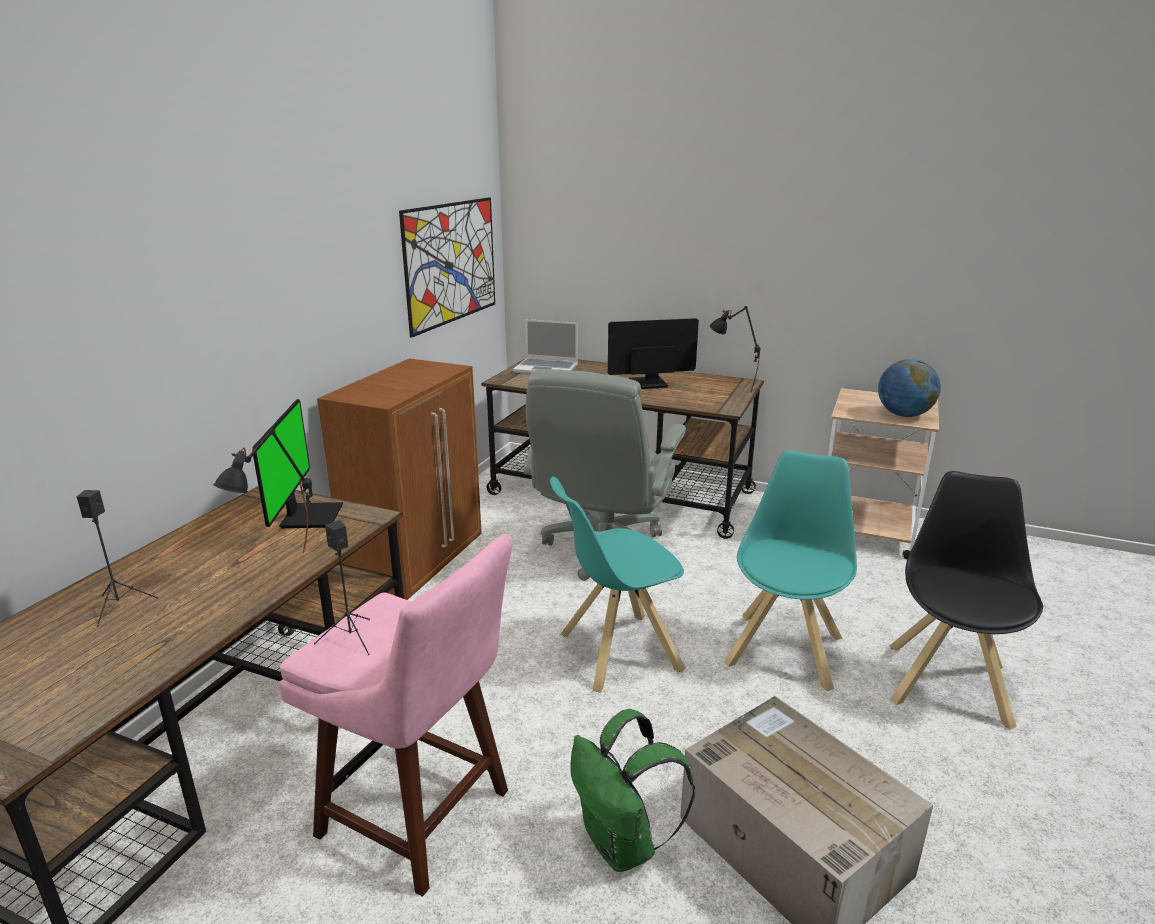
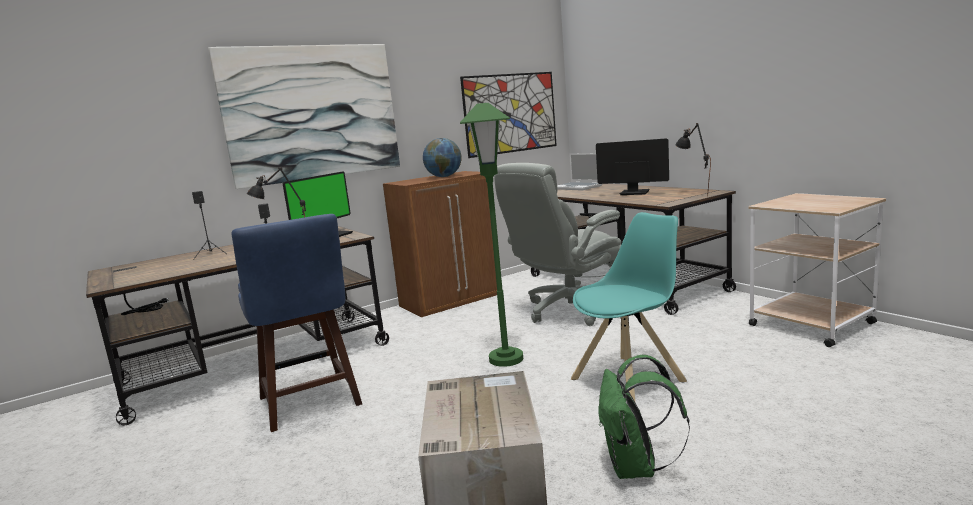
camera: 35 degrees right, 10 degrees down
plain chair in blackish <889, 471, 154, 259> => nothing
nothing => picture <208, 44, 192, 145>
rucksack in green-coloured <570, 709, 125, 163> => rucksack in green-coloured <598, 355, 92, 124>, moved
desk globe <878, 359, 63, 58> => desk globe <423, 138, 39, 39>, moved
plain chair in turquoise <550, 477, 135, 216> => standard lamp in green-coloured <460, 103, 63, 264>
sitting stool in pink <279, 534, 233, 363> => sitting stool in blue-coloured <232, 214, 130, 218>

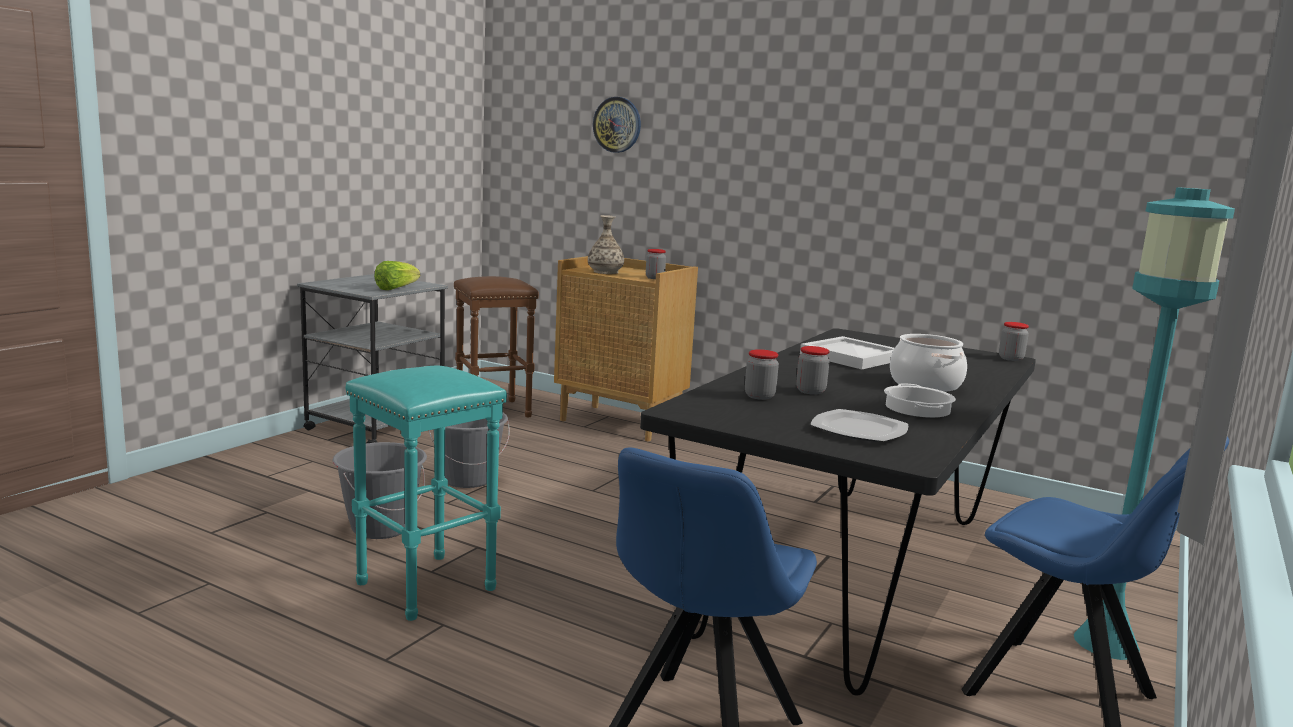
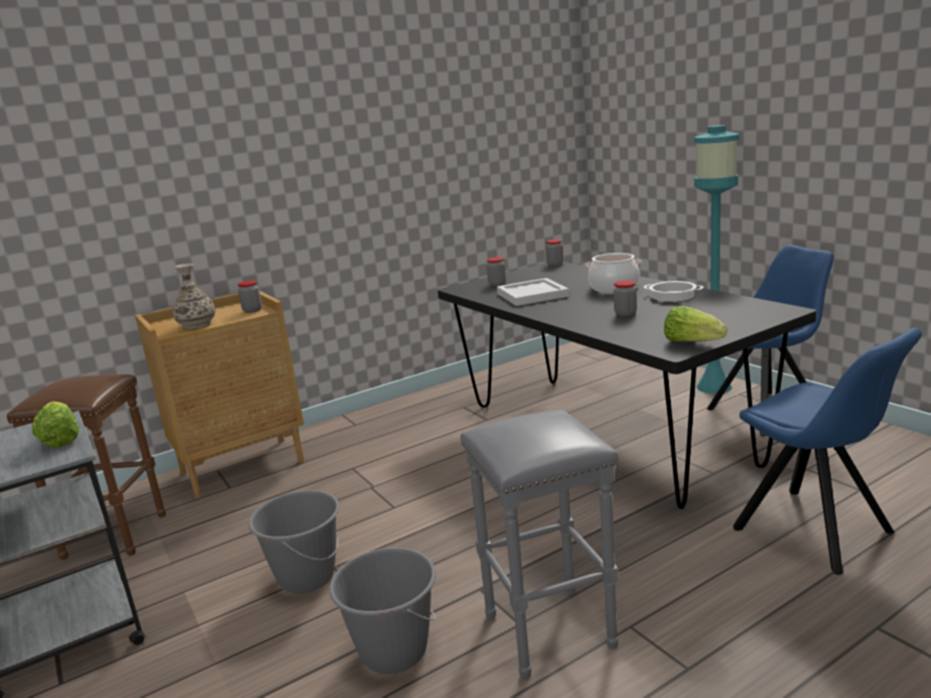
camera: 60 degrees left, 5 degrees up
clock on the wall <593, 97, 48, 56> => nothing
flat dish <811, 409, 97, 33> => nothing
nothing => lettuce head <664, 306, 63, 35>
jar <745, 349, 34, 51> => jar <487, 257, 19, 29>, moved
sitting stool in turquoise <345, 366, 162, 255> => sitting stool in gray <460, 409, 159, 270>

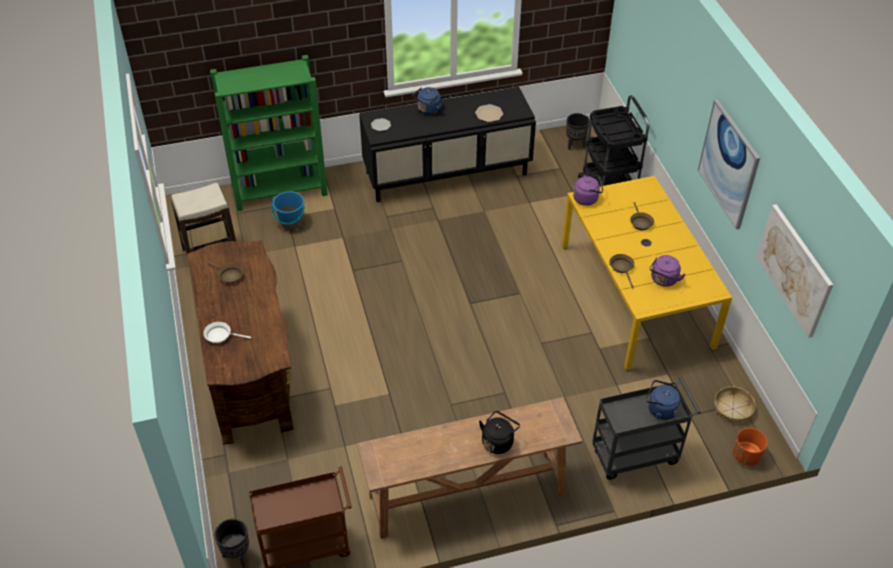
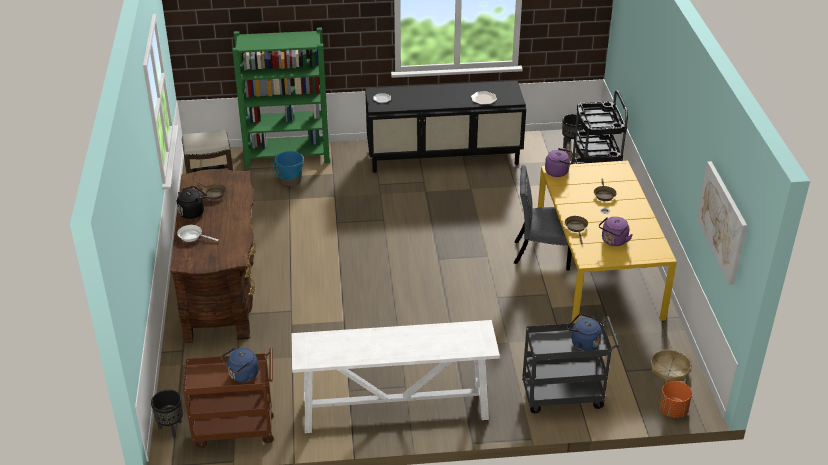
camera: 10 degrees right, 10 degrees down
picture <698, 99, 62, 131> => nothing
nothing => plain chair in gray <514, 165, 58, 105>
tea kettle in blue-coloured <412, 87, 30, 27> => tea kettle in blue-coloured <221, 347, 38, 36>, moved
tea kettle in blackish <479, 411, 41, 43> => tea kettle in blackish <177, 186, 31, 33>, moved
console table in brown <357, 397, 225, 142> => console table in white <291, 320, 209, 113>

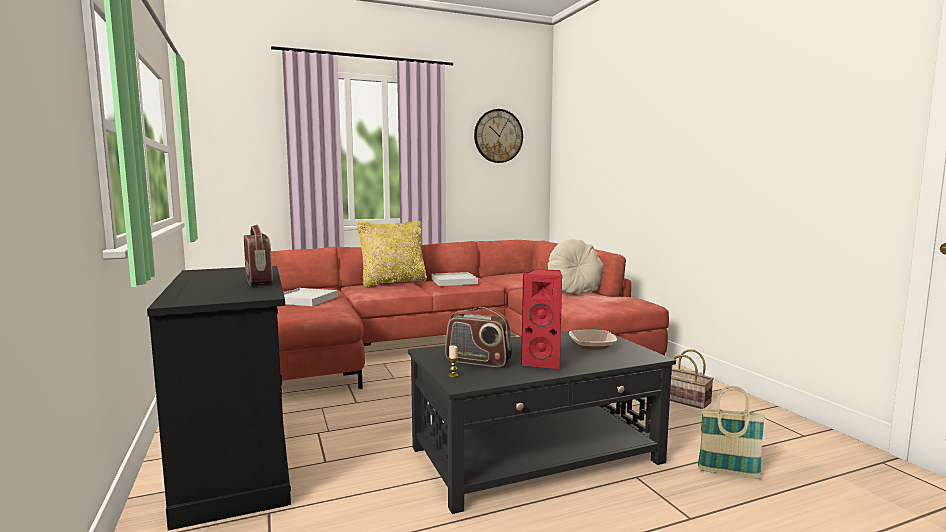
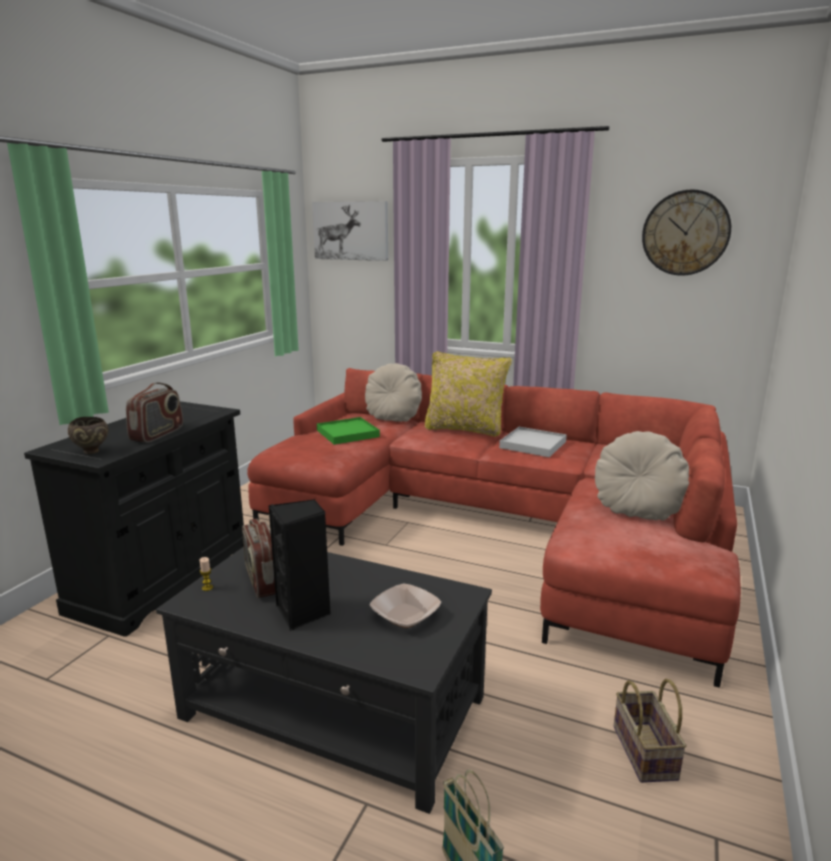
camera: 45 degrees right, 10 degrees up
nothing => bowl in brown <68, 417, 41, 37>
nothing => picture <312, 201, 76, 60>
nothing => cushion in sand-coloured <365, 363, 57, 59>
tray in white <284, 288, 54, 18> => tray in green-coloured <317, 417, 63, 28>
loudspeaker in red-coloured <521, 269, 41, 100> => loudspeaker in blackish <269, 499, 62, 132>

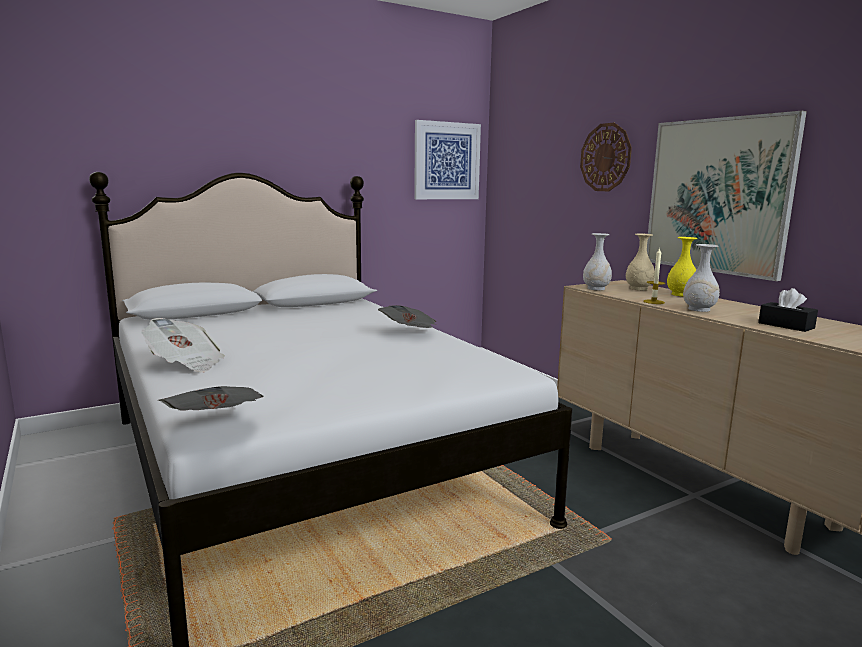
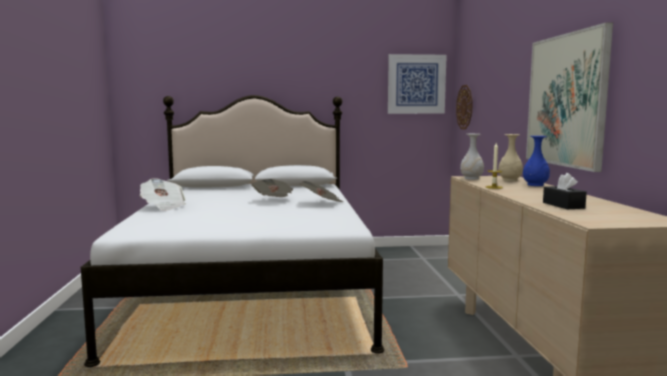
camera: 25 degrees right, 5 degrees down
vase in white <683, 244, 37, 68> => nothing
newspaper <158, 386, 105, 25> => newspaper <251, 179, 42, 18>, moved
clock on the wall <580, 123, 52, 68> => clock on the wall <456, 85, 17, 44>, moved
vase in yellow <667, 237, 30, 60> => vase in blue-coloured <523, 136, 27, 50>

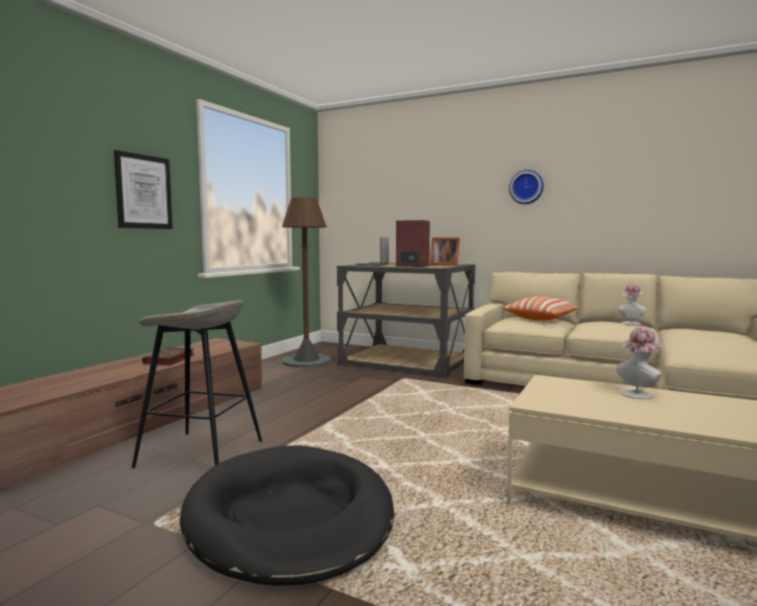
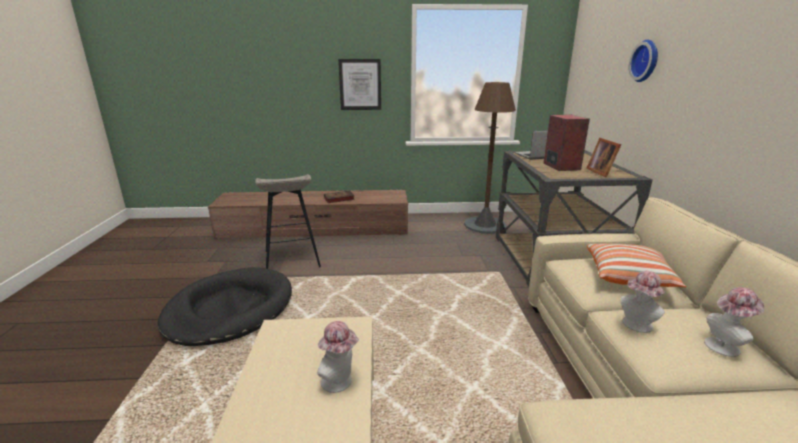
camera: 60 degrees right, 15 degrees up
nothing => hat <620, 271, 45, 62>
clock on the wall <509, 170, 35, 34> => clock on the wall <629, 40, 29, 42>, moved

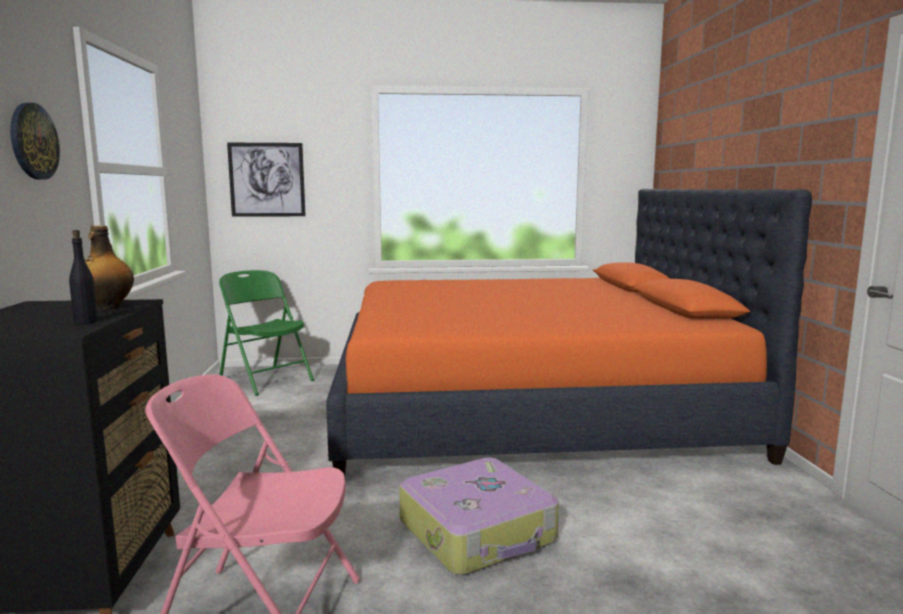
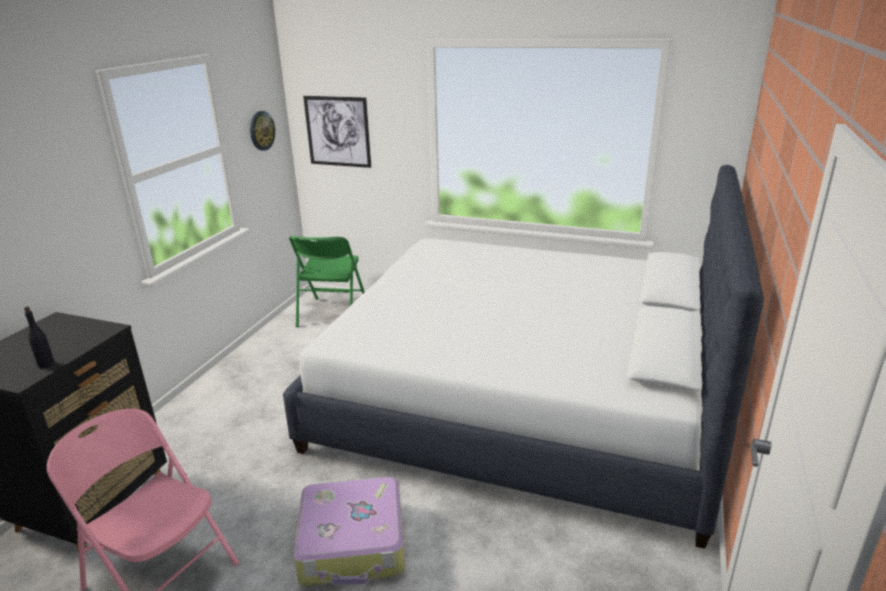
camera: 25 degrees right, 15 degrees up
beverage bottle <85, 226, 49, 84> => nothing
clock on the wall <10, 103, 50, 77> => clock on the wall <250, 111, 25, 40>, moved
bed in orangey <326, 189, 486, 287> => bed in white <283, 165, 481, 384>
plain chair in green-coloured <219, 270, 95, 126> => plain chair in green-coloured <289, 236, 76, 91>, 150 degrees counterclockwise

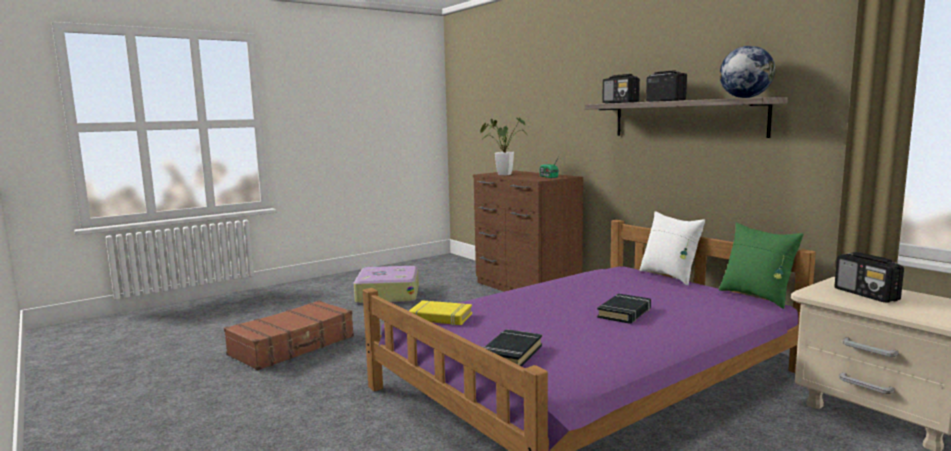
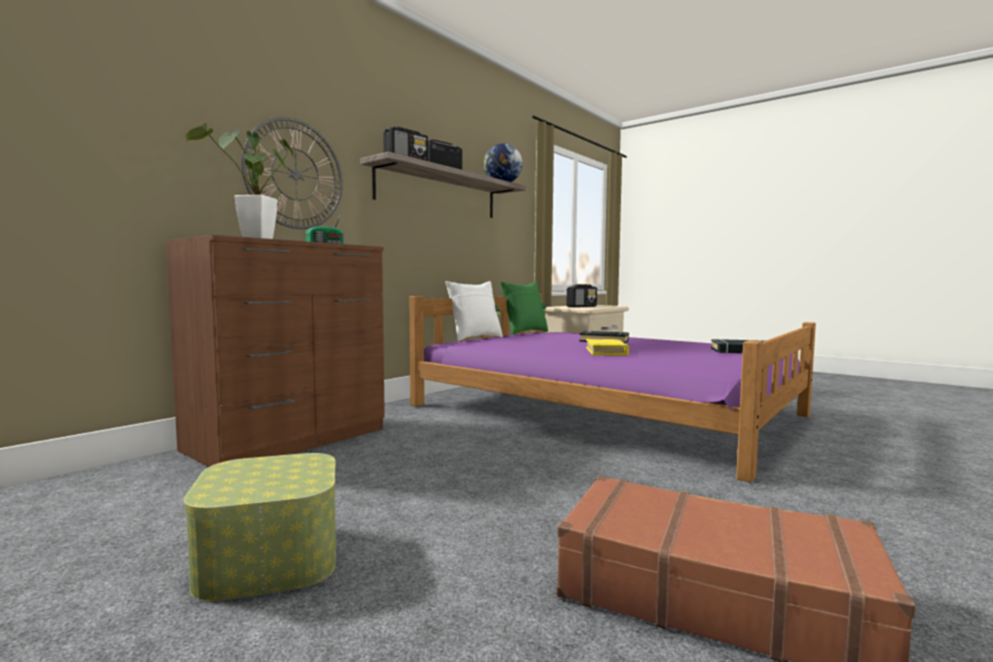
camera: 105 degrees left, 5 degrees down
nothing => clock on the wall <242, 117, 101, 112>
book in yellow <409, 300, 63, 25> => book in yellow <586, 339, 43, 17>, moved
suitcase <354, 266, 65, 38> => storage container <183, 453, 153, 149>

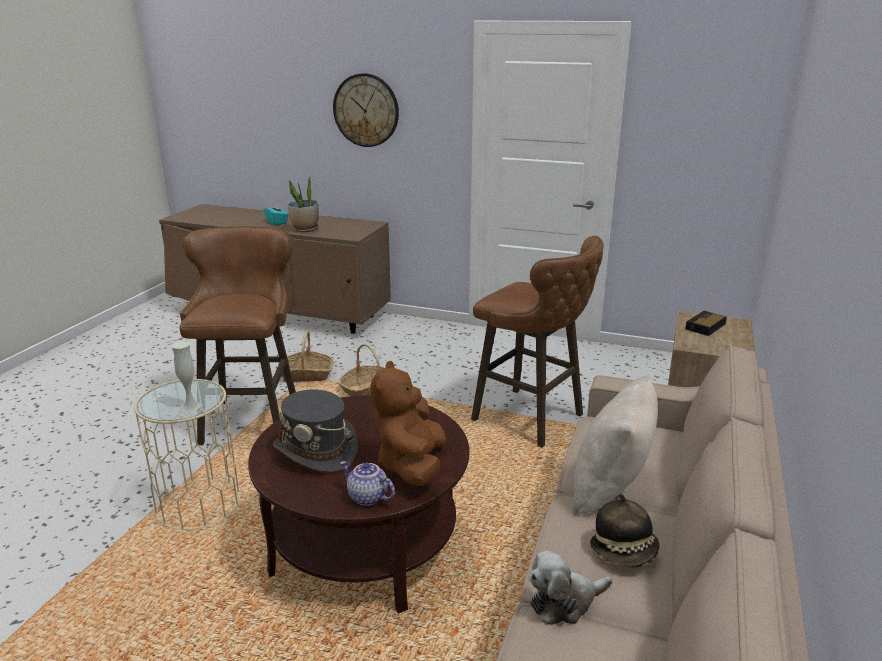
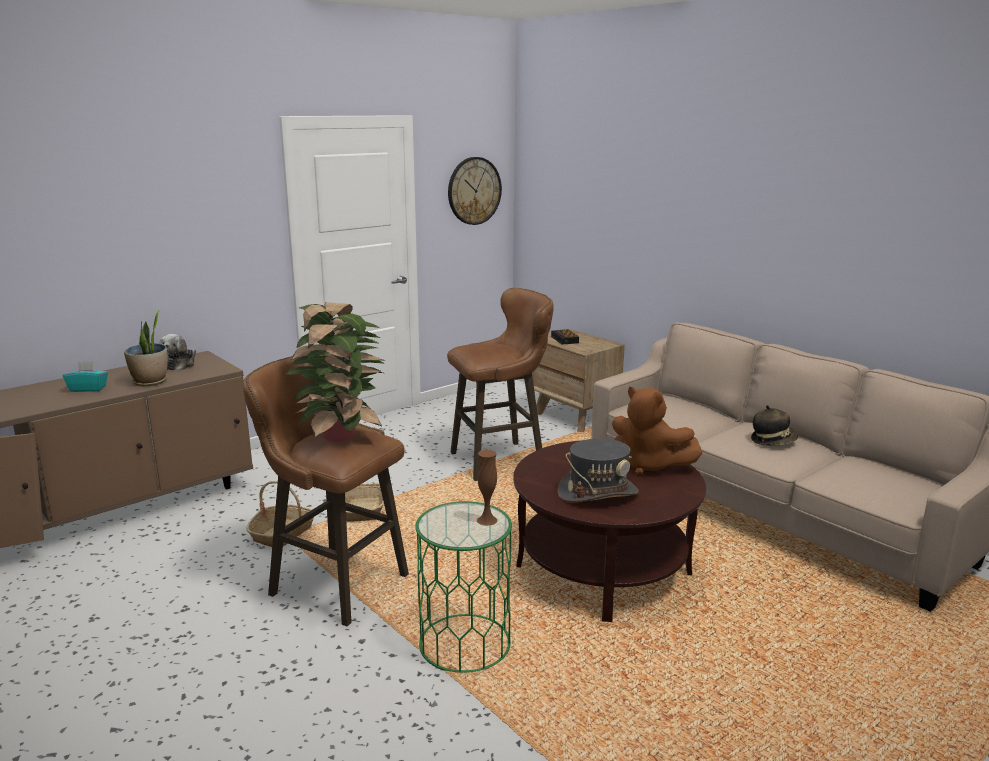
camera: 60 degrees left, 5 degrees down
teapot <340, 461, 55, 45> => nothing
cushion in sand-coloured <572, 375, 86, 141> => nothing
nothing => potted plant <286, 302, 99, 140>
clock on the wall <333, 73, 66, 74> => clock on the wall <448, 157, 54, 68>, moved
plush toy <529, 551, 83, 74> => plush toy <159, 334, 37, 36>, moved
end table in sand-coloured <134, 379, 107, 151> => end table in green-coloured <415, 501, 97, 172>
vase in white <172, 341, 29, 71> => vase in brown <477, 450, 21, 76>

